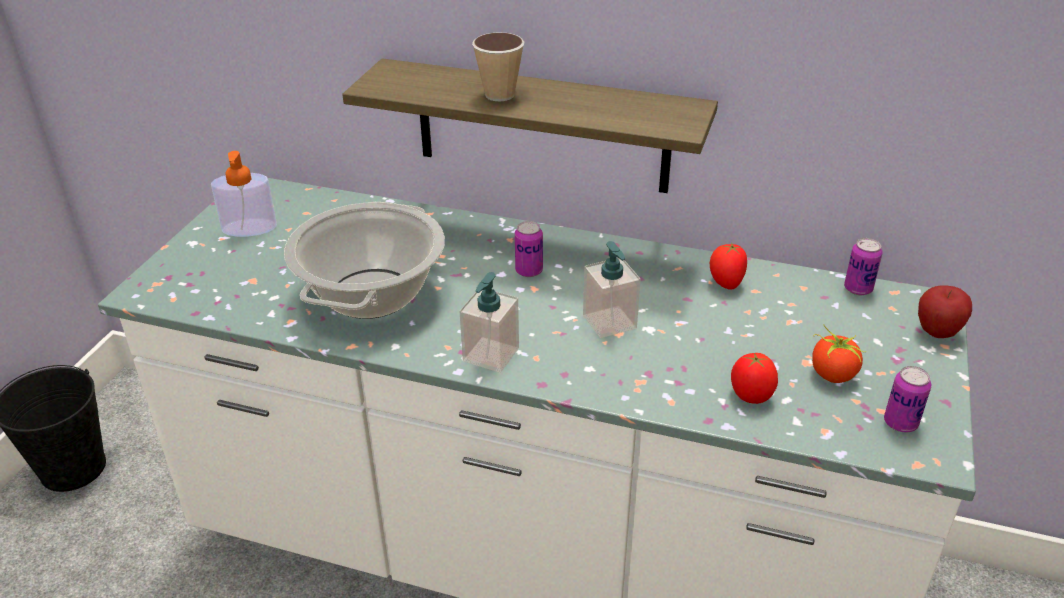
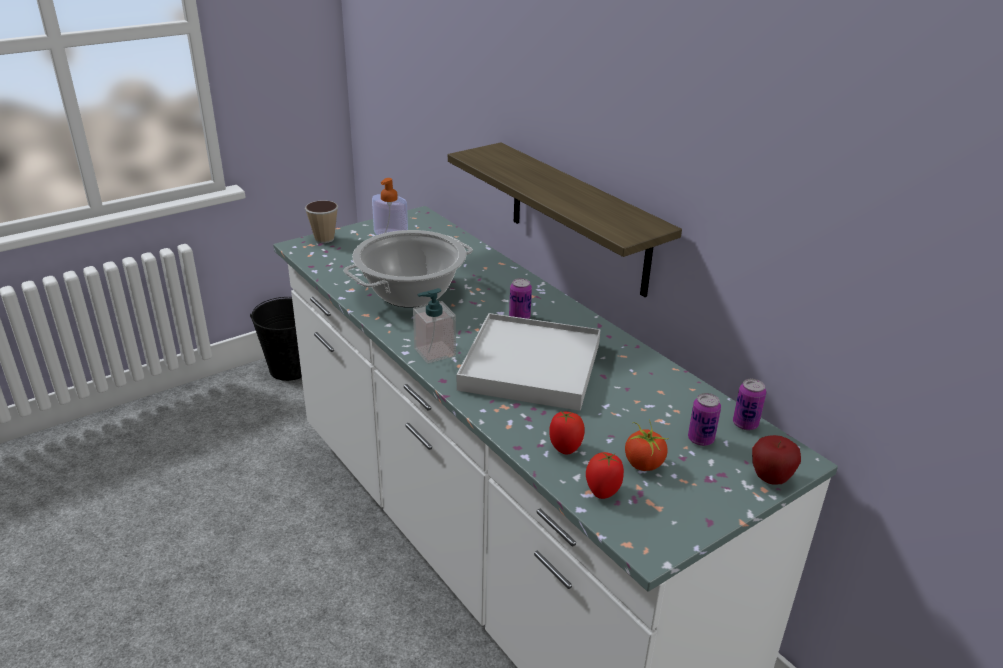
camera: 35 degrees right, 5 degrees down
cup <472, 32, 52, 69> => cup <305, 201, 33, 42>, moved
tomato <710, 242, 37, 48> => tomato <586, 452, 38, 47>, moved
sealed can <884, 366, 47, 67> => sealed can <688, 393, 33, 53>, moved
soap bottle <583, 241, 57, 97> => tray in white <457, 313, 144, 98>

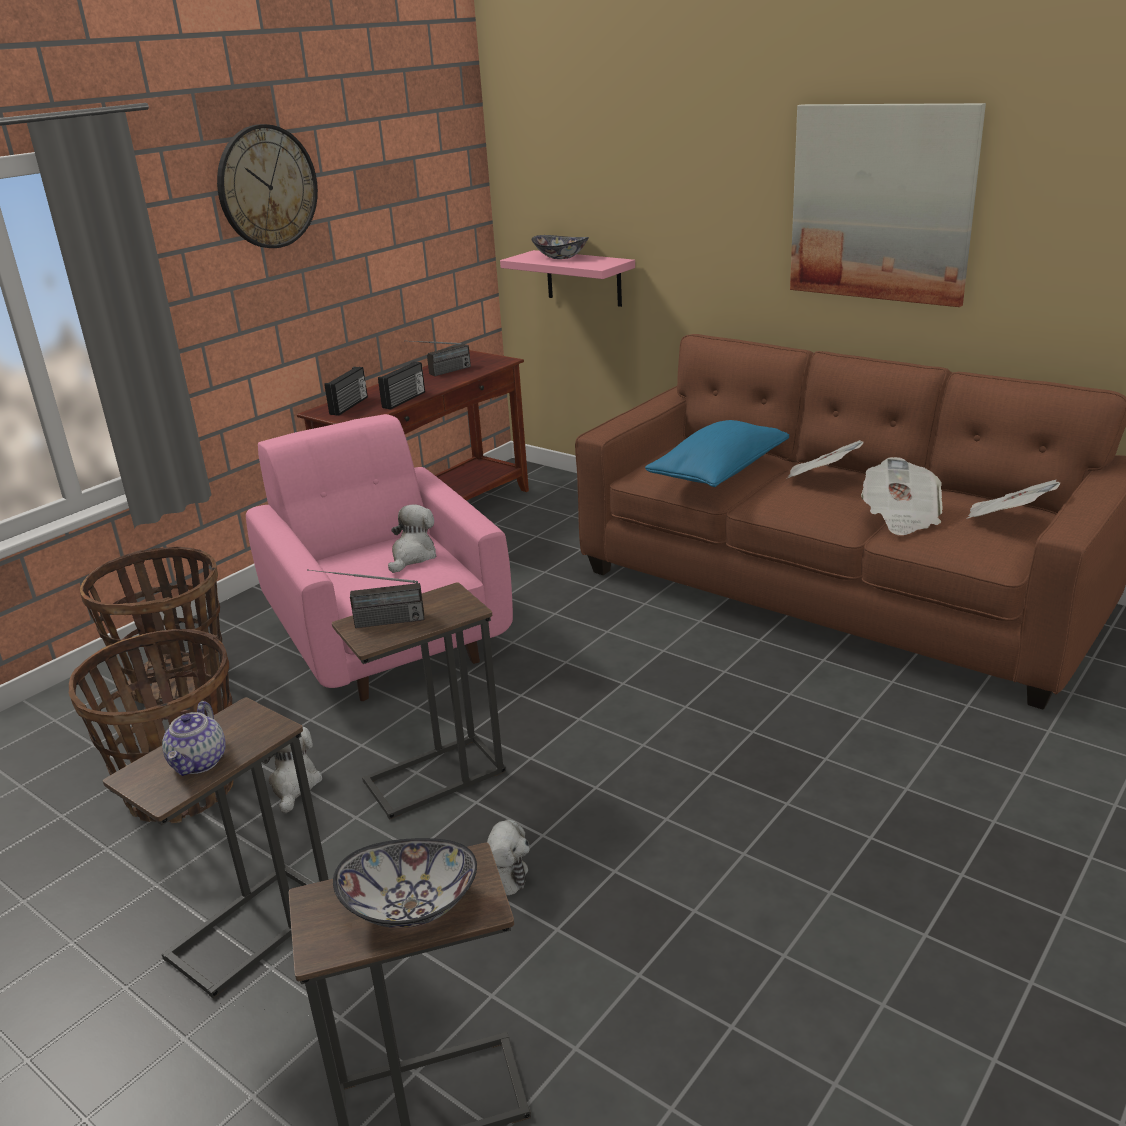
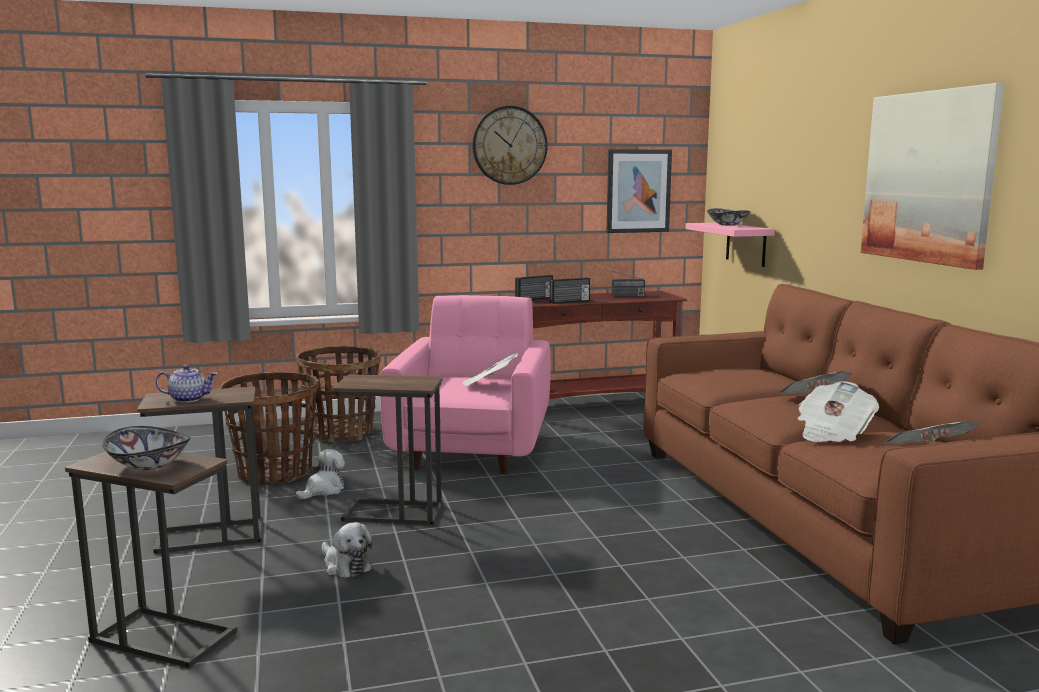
camera: 35 degrees right, 15 degrees down
radio receiver <307, 569, 117, 59> => nothing
cushion in blue-coloured <645, 420, 144, 67> => nothing
nothing => picture <607, 149, 65, 84>
plush toy <388, 504, 48, 69> => newspaper <462, 354, 56, 32>
teapot <162, 701, 64, 75> => teapot <155, 365, 63, 38>, 135 degrees counterclockwise

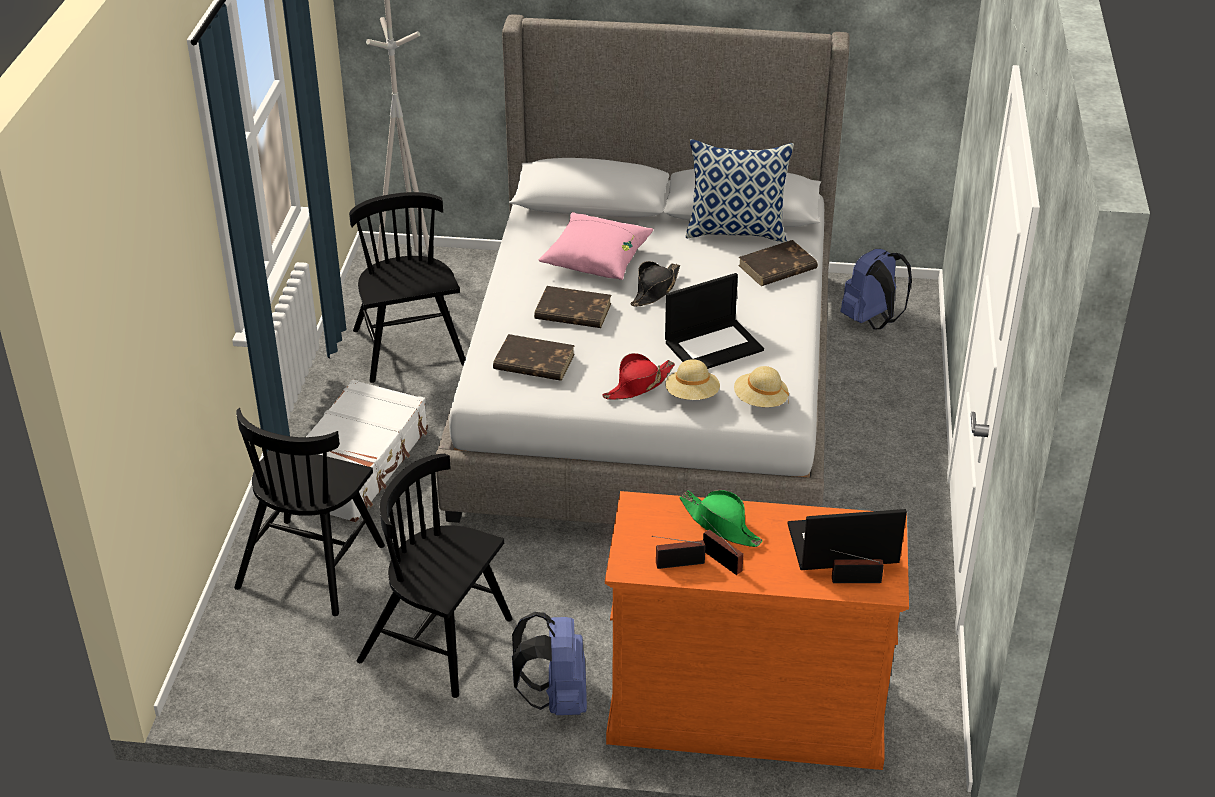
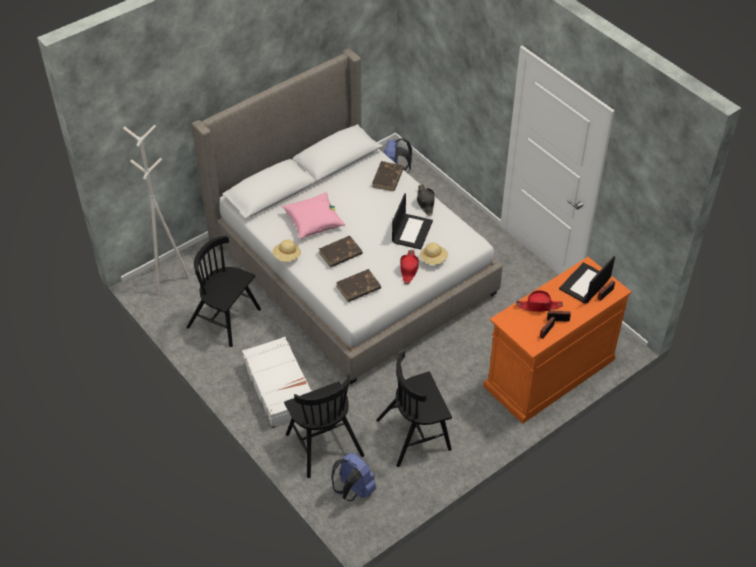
camera: 45 degrees left, 10 degrees up
cushion <686, 139, 108, 103> => nothing
rucksack in blue-coloured <512, 612, 75, 103> => rucksack in blue-coloured <331, 453, 45, 48>, moved
hat in blackish <630, 261, 50, 46> => hat in blackish <417, 185, 18, 31>, moved
hat in sand-coloured <734, 366, 55, 41> => hat in sand-coloured <273, 239, 28, 23>, moved
hat in green-coloured <679, 490, 84, 57> => hat in red-coloured <516, 290, 47, 22>

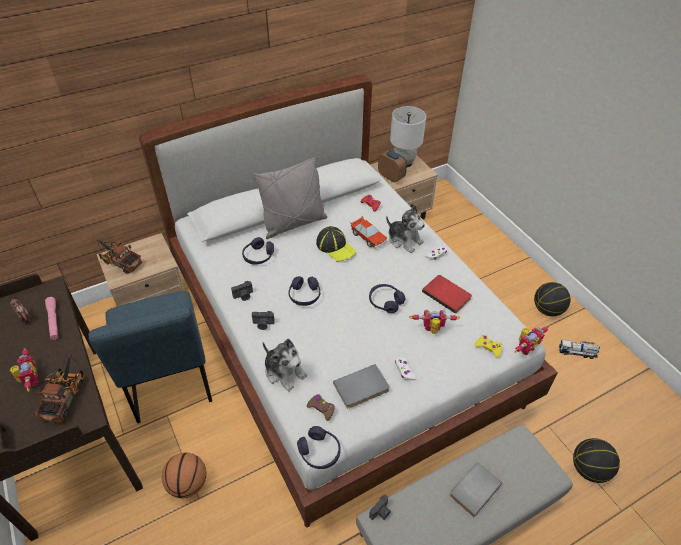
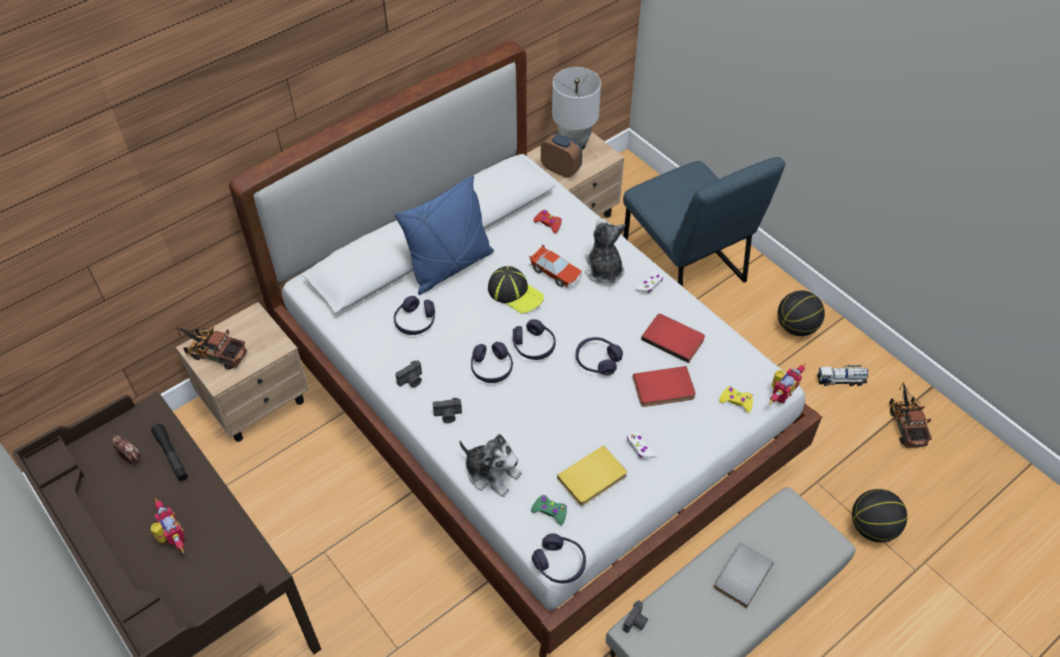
camera: 10 degrees left, 5 degrees up
basketball ball <162, 453, 45, 45> => nothing
nothing => headphones in purple <513, 319, 43, 41>
toy lorry <34, 354, 51, 68> => toy lorry <889, 382, 43, 66>, moved
plain chair in blue-coloured <88, 291, 124, 132> => plain chair in blue-coloured <623, 157, 162, 130>, moved
model robot <409, 309, 51, 25> => book in red-coloured <633, 366, 63, 41>
flashlight in pink <45, 297, 13, 43> => flashlight in blackish <151, 424, 37, 57>
cushion in gray <253, 156, 74, 83> => cushion in blue-coloured <395, 174, 99, 121>
joypad in brown <307, 394, 28, 27> => joypad in green-coloured <531, 495, 36, 30>
book in gray <333, 364, 56, 44> => book in yellow <557, 445, 70, 61>
plush toy <386, 205, 39, 48> => plush toy <585, 218, 40, 65>, 135 degrees counterclockwise

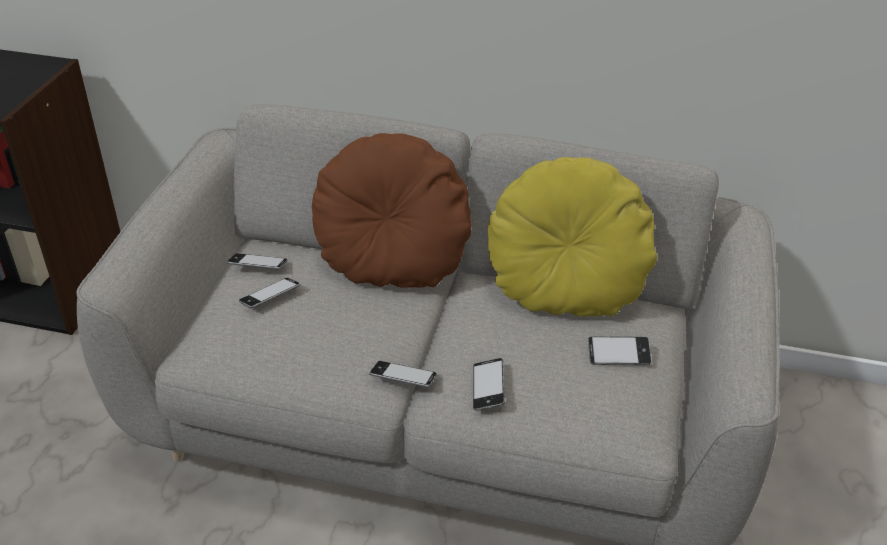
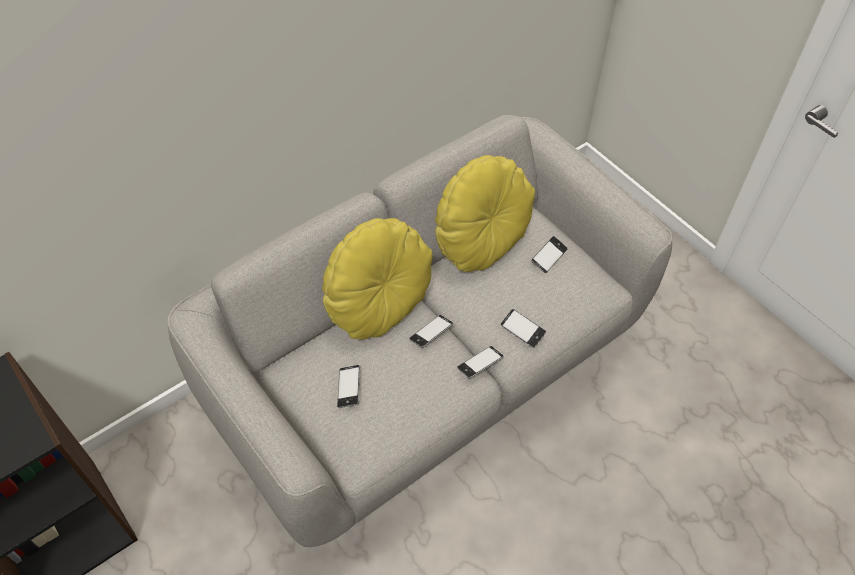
camera: 50 degrees left, 15 degrees up
telephone <227, 253, 61, 16> => telephone <409, 315, 44, 33>, moved
cushion in brown <312, 133, 159, 155> => cushion in yellow <322, 218, 111, 122>

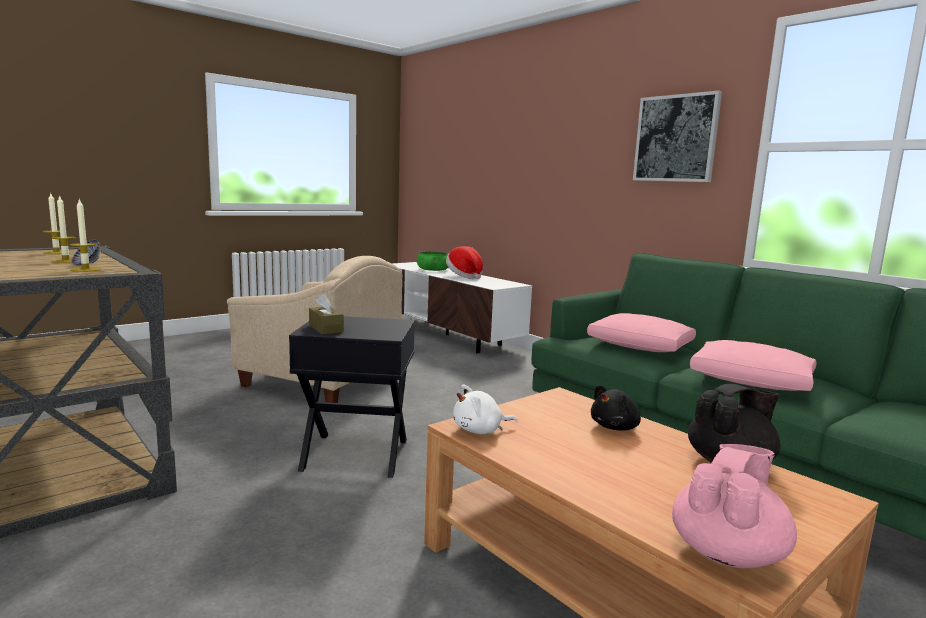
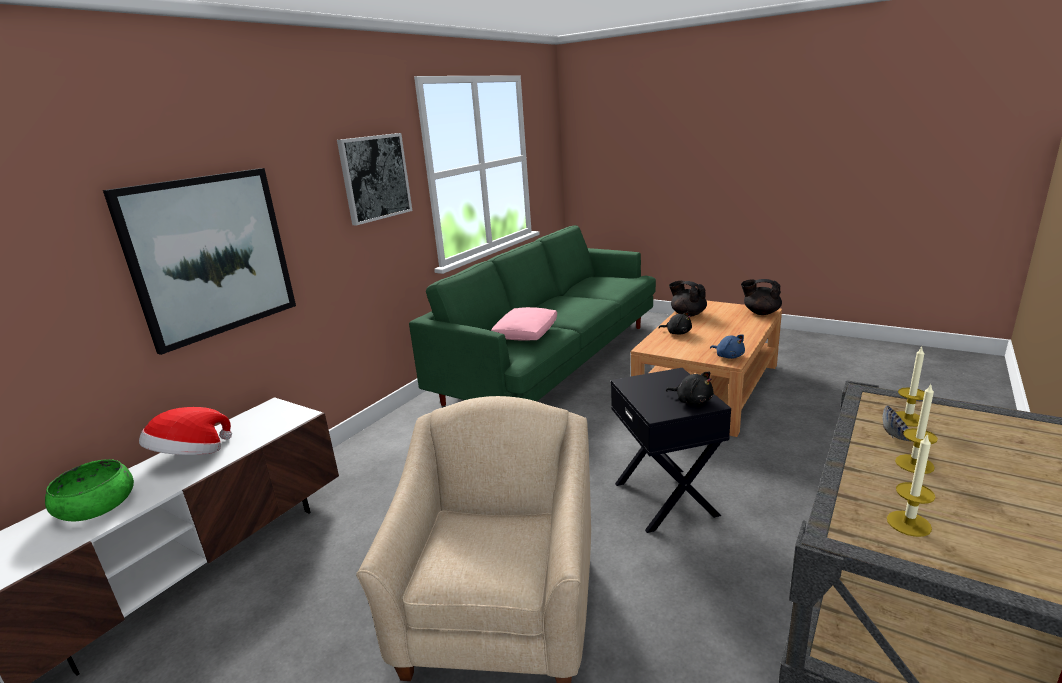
camera: 105 degrees left, 10 degrees up
cushion in pink <690, 340, 127, 51> => nothing
nothing => picture <103, 168, 193, 187>
box of tissues in brown <309, 294, 34, 40> => plush toy in blackish <666, 371, 48, 33>
plush toy in white <453, 385, 65, 49> => plush toy in blue-coloured <710, 334, 35, 25>
teapot in pink <672, 444, 125, 124> => teapot in blackish <741, 279, 41, 36>

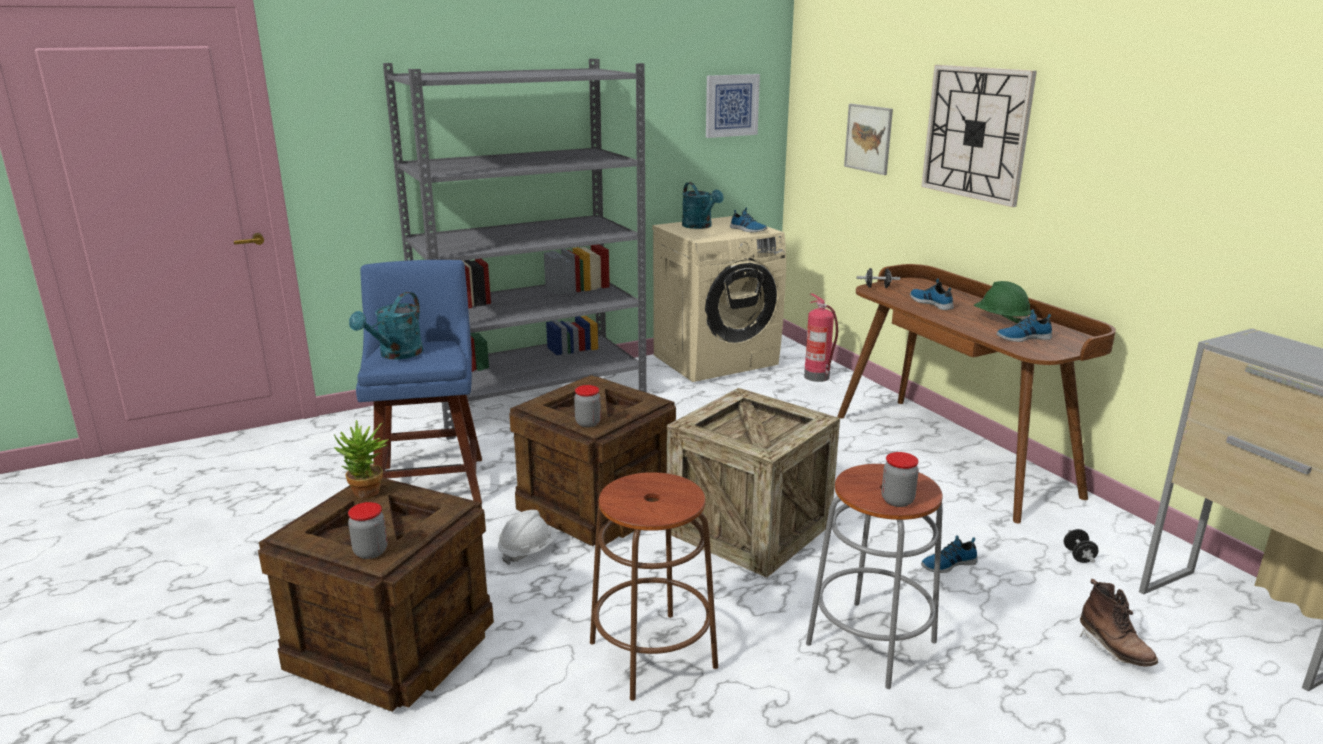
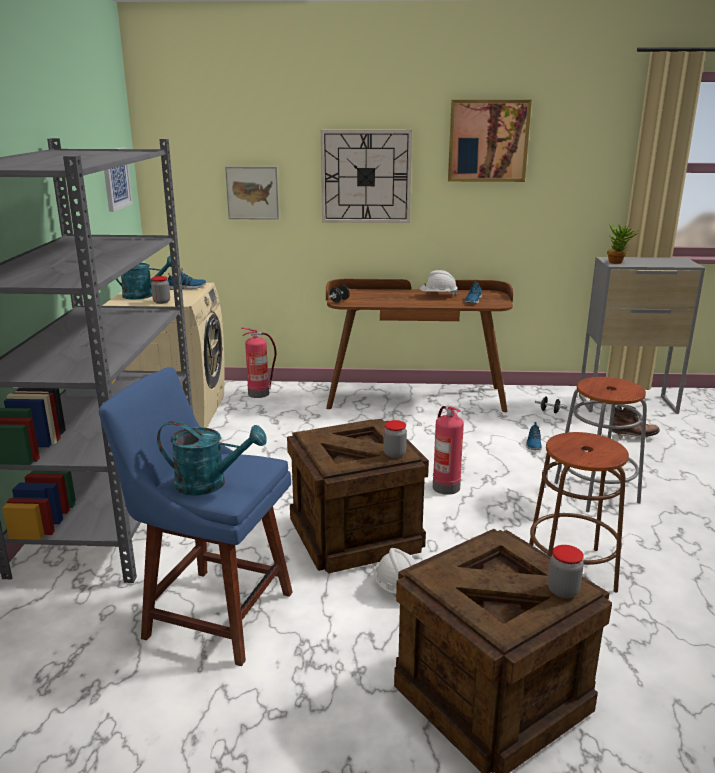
camera: 60 degrees left, 0 degrees up
shoe <910, 279, 44, 31> => nothing
nothing => picture <448, 100, 84, 82>
potted plant <334, 420, 55, 79> => potted plant <607, 223, 32, 41>, moved
jar <882, 452, 37, 55> => jar <151, 276, 19, 28>, moved
packing crate <667, 388, 173, 190> => fire-fighting cylinder <433, 406, 31, 89>
work helmet in green-coloured <974, 281, 57, 42> => work helmet in white <420, 270, 38, 25>
watering pot in turquoise <349, 292, 74, 67> => watering pot in turquoise <157, 421, 110, 75>, 45 degrees counterclockwise

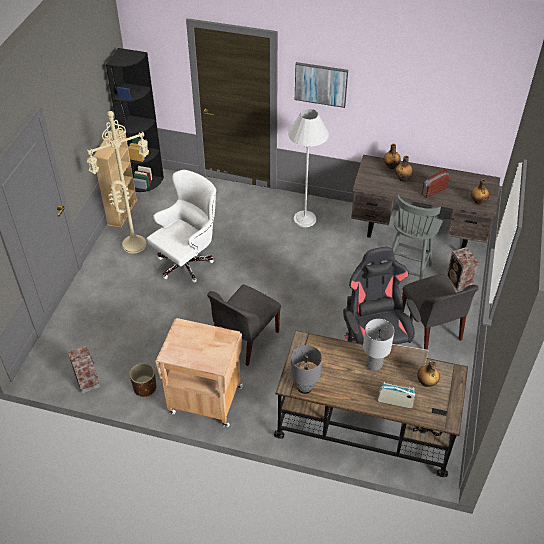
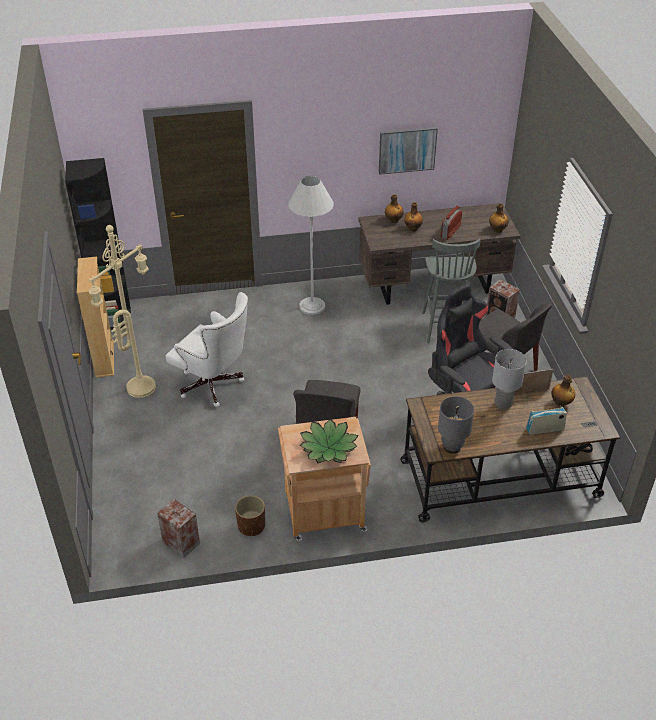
camera: 25 degrees left, 5 degrees down
nothing => potted plant <300, 419, 59, 44>
picture <295, 62, 53, 46> => picture <379, 127, 59, 48>, moved
desk chair in white <147, 170, 69, 113> => desk chair in white <165, 292, 83, 115>, 105 degrees clockwise

